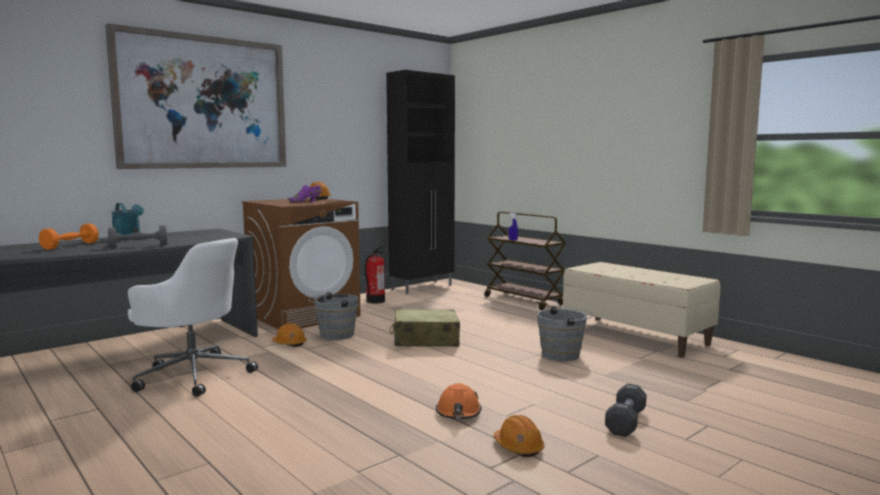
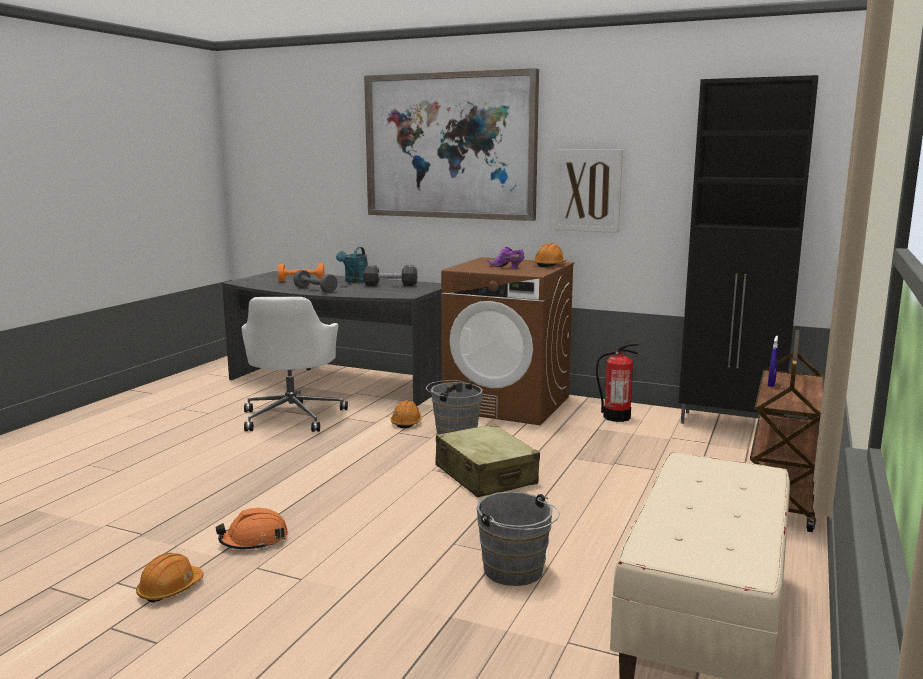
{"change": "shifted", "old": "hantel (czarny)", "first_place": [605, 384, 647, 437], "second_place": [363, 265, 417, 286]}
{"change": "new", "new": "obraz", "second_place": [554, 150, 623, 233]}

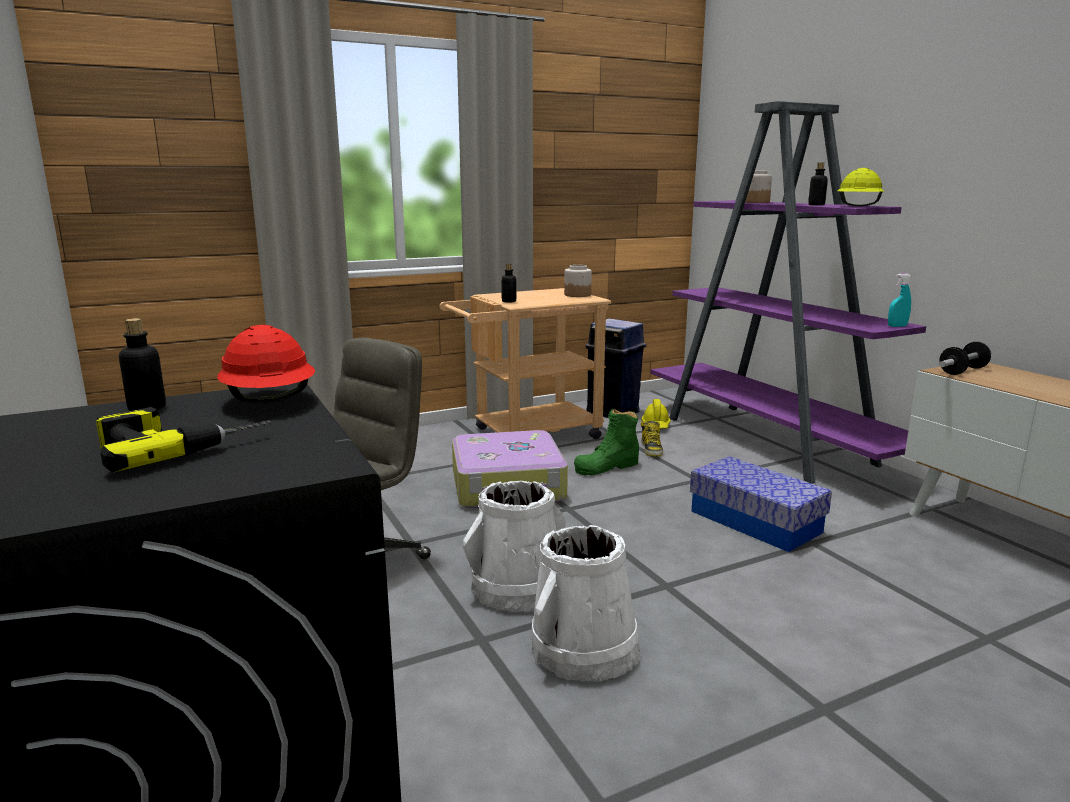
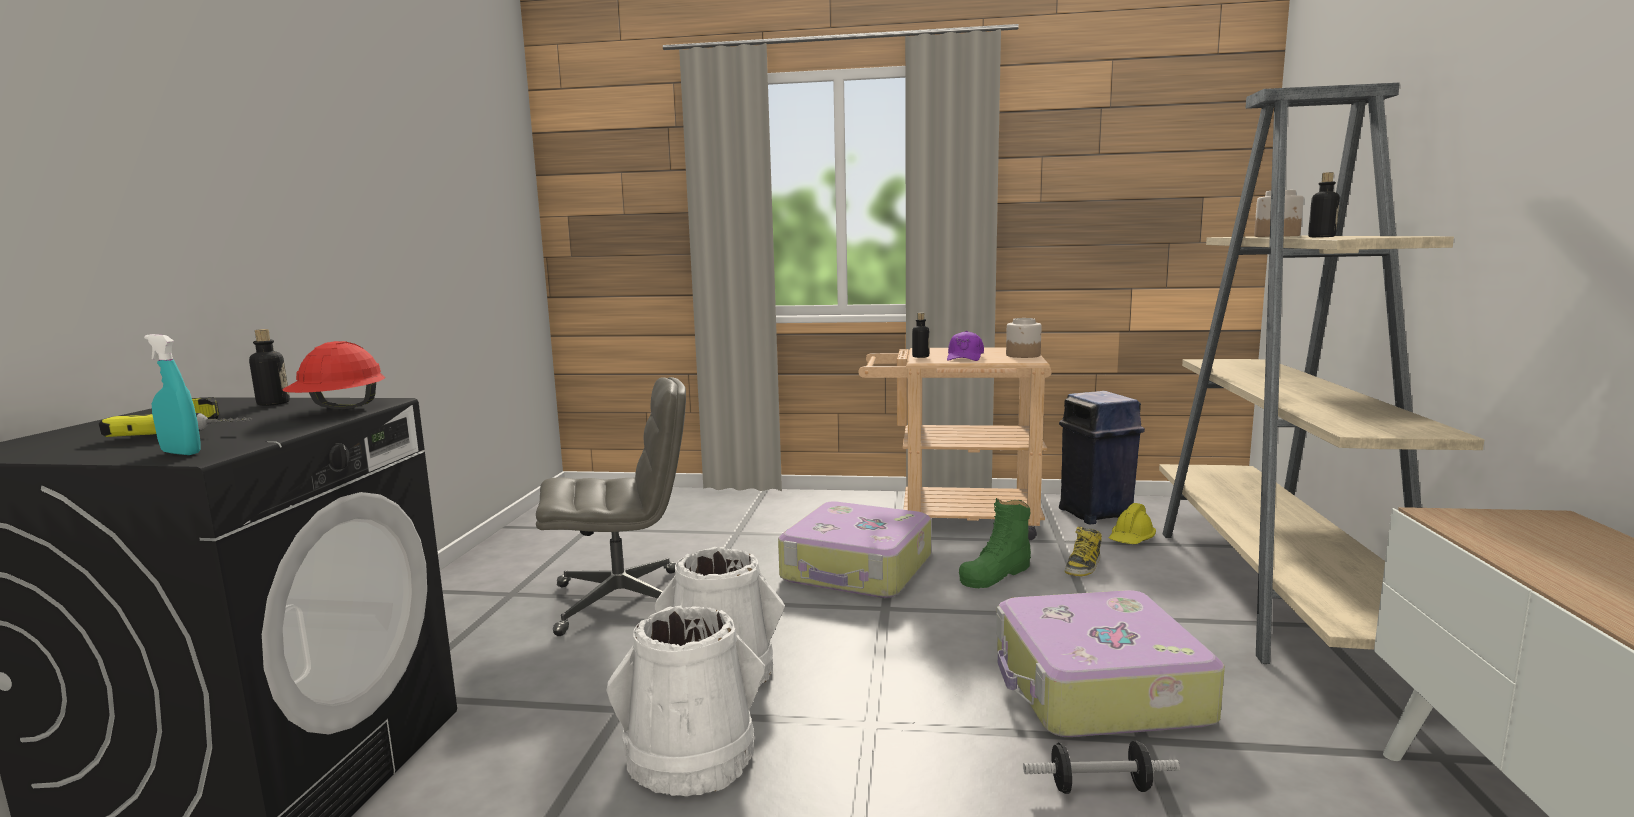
{"change": "shifted", "old": "spryskiwacz (turkusowy)", "first_place": [888, 274, 912, 327], "second_place": [144, 334, 201, 455]}
{"change": "new", "new": "czapka z daszkiem (fioletowy)", "second_place": [947, 331, 984, 361]}
{"change": "rotated", "old": "but z cholewką (zielony)", "first_place": [574, 409, 639, 475], "second_place": [959, 498, 1031, 588], "degrees": -45}
{"change": "swapped", "old": "pojemnik do przechowywania", "new": "walizka", "first_place": [690, 456, 832, 552], "second_place": [996, 590, 1225, 737]}
{"change": "shifted", "old": "hantel", "first_place": [939, 342, 991, 375], "second_place": [1023, 741, 1180, 794]}
{"change": "repainted", "old": "regał (fioletowy)", "new": "regał (beżowy)", "first_place": [651, 101, 926, 484], "second_place": [1159, 83, 1484, 664]}
{"change": "gone", "old": "kask (żółty)", "first_place": [837, 168, 884, 206]}

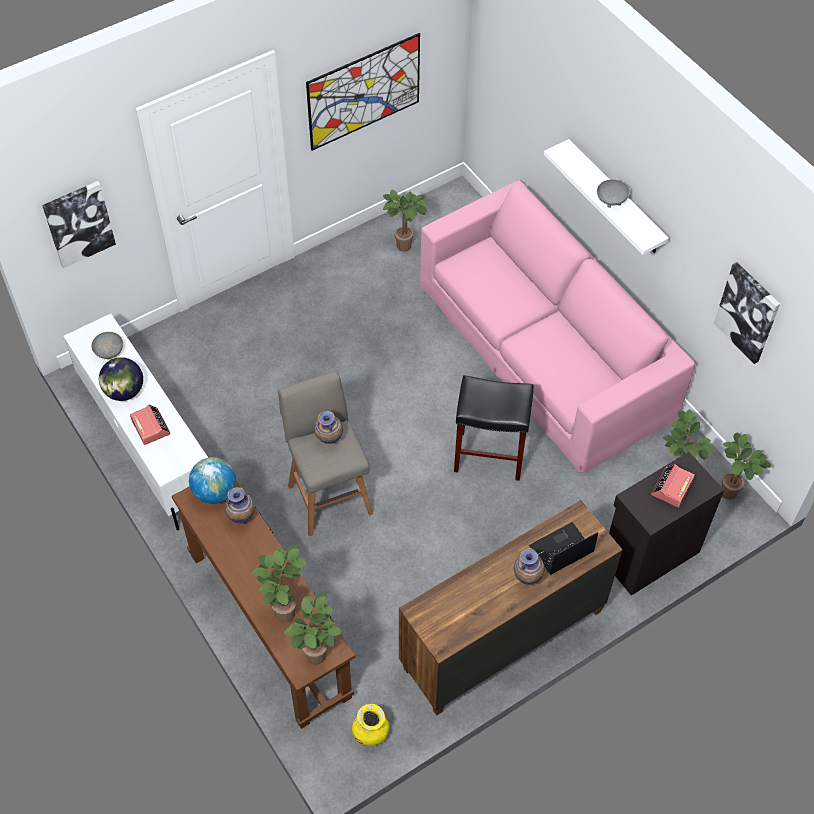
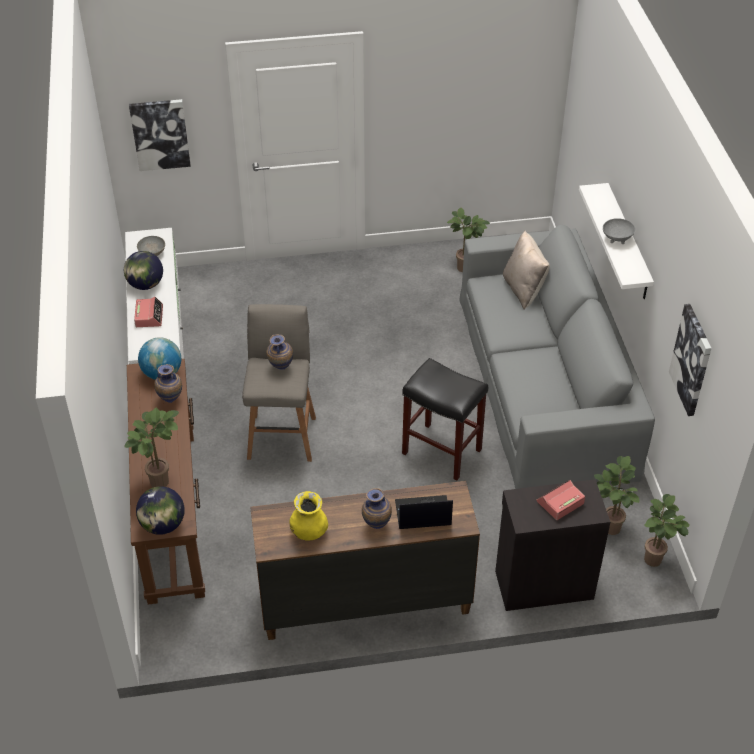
{"change": "swapped", "old": "roślina doniczkowa", "new": "globus", "first_place": [284, 592, 341, 665], "second_place": [136, 486, 185, 535]}
{"change": "shifted", "old": "wazon (żółty)", "first_place": [352, 704, 390, 746], "second_place": [289, 491, 328, 541]}
{"change": "repainted", "old": "kanapa (różowy)", "new": "kanapa (szary)", "first_place": [419, 180, 695, 473], "second_place": [459, 225, 655, 489]}
{"change": "new", "new": "poduszka (beżowy)", "second_place": [503, 231, 550, 310]}
{"change": "gone", "old": "obraz", "first_place": [306, 33, 420, 151]}

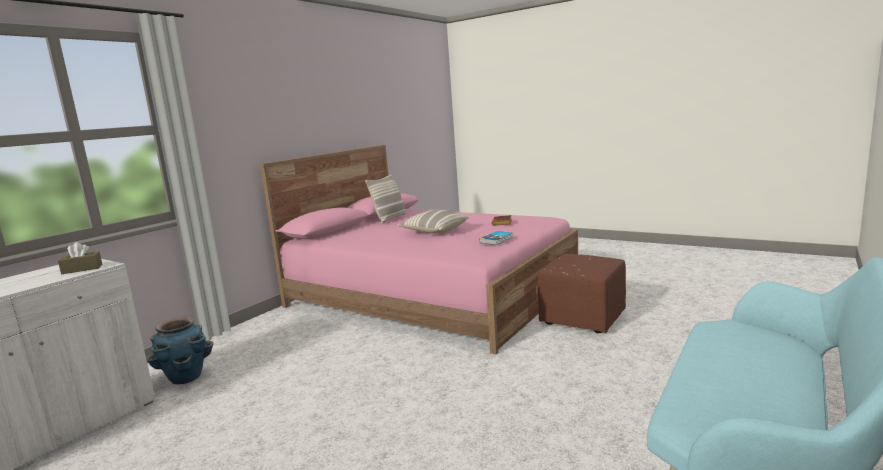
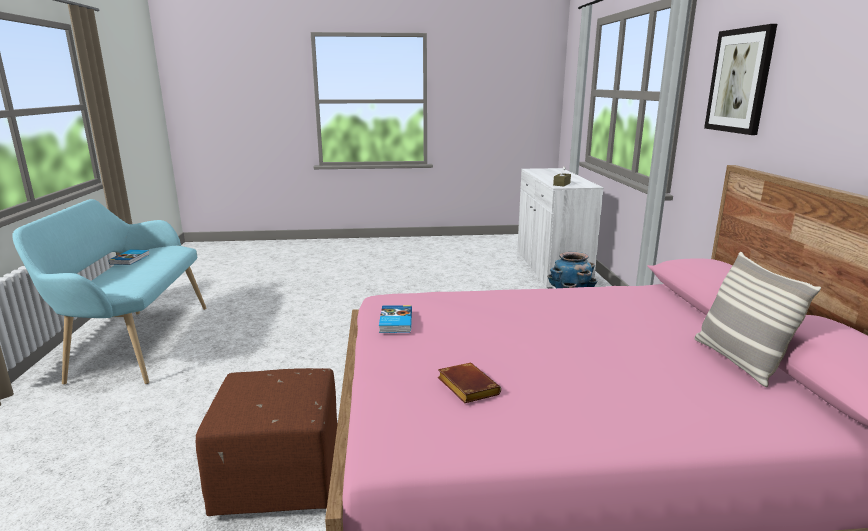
{"change": "new", "new": "książka", "second_place": [109, 249, 150, 265]}
{"change": "new", "new": "obraz", "second_place": [704, 24, 777, 135]}
{"change": "gone", "old": "poduszka", "first_place": [398, 210, 468, 234]}

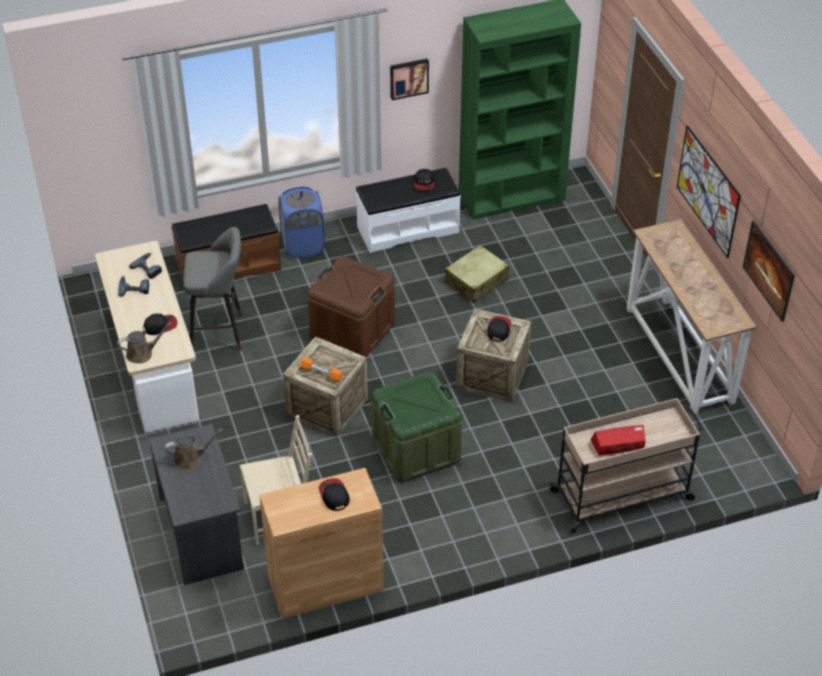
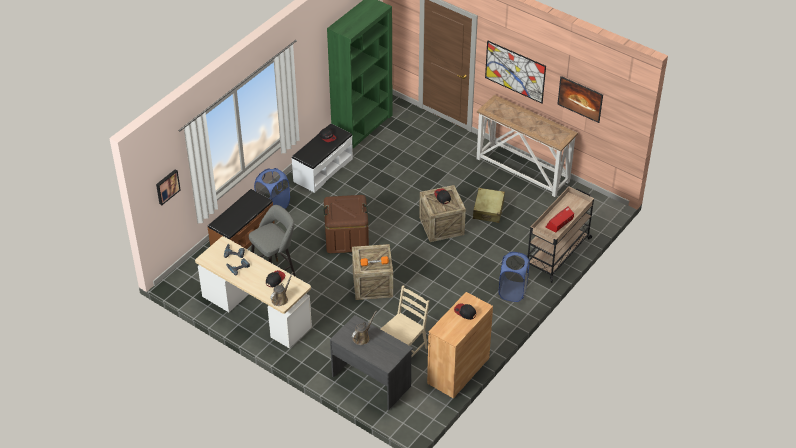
{"change": "shifted", "old": "obraz", "first_place": [390, 59, 429, 100], "second_place": [156, 169, 181, 205]}
{"change": "shifted", "old": "walizka (beżowy)", "first_place": [445, 245, 509, 303], "second_place": [473, 188, 505, 223]}
{"change": "new", "new": "kosz na pranie (niebieski)", "second_place": [499, 252, 530, 302]}
{"change": "gone", "old": "pojemnik do przechowywania (zielony)", "first_place": [371, 372, 462, 482]}

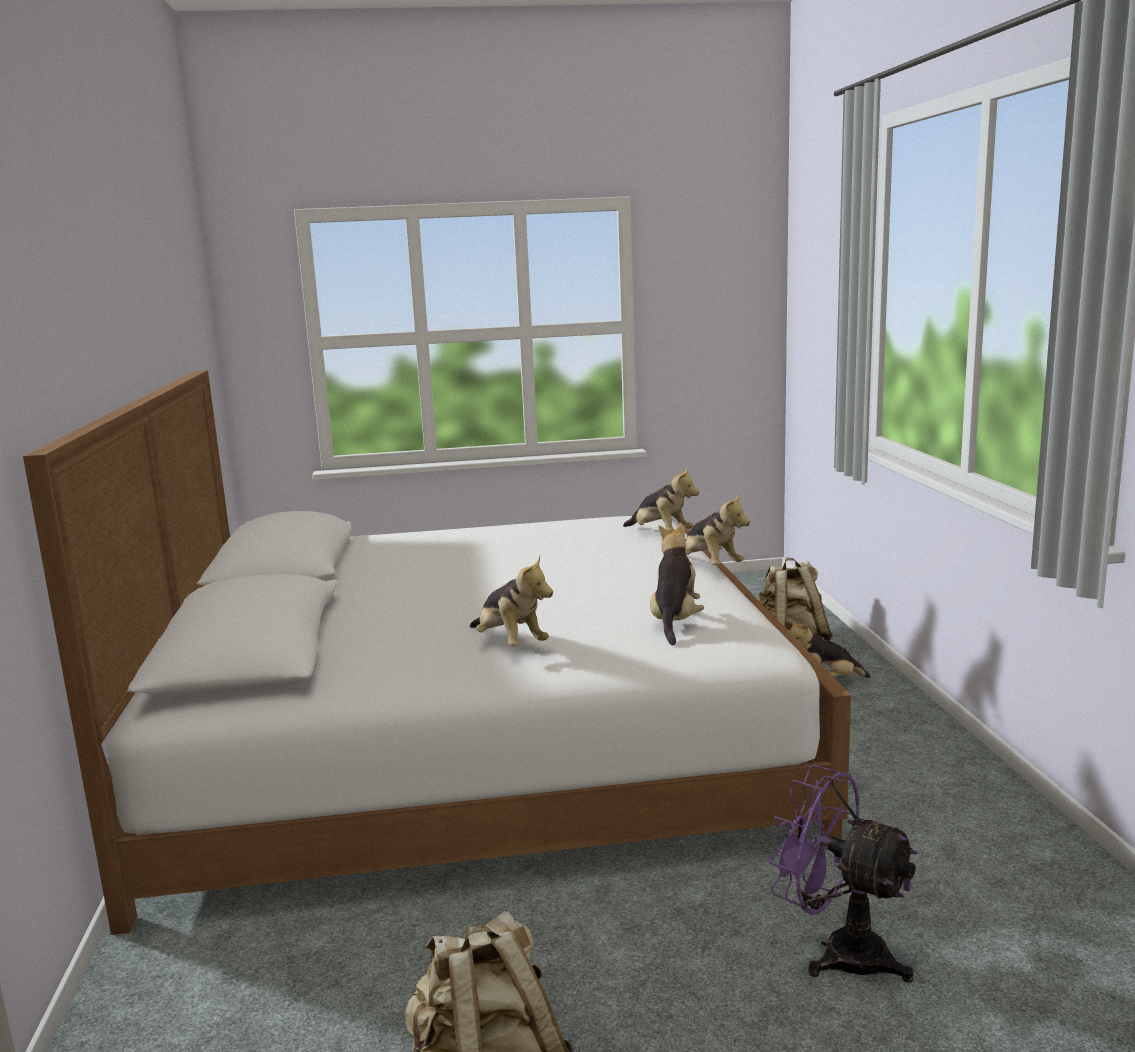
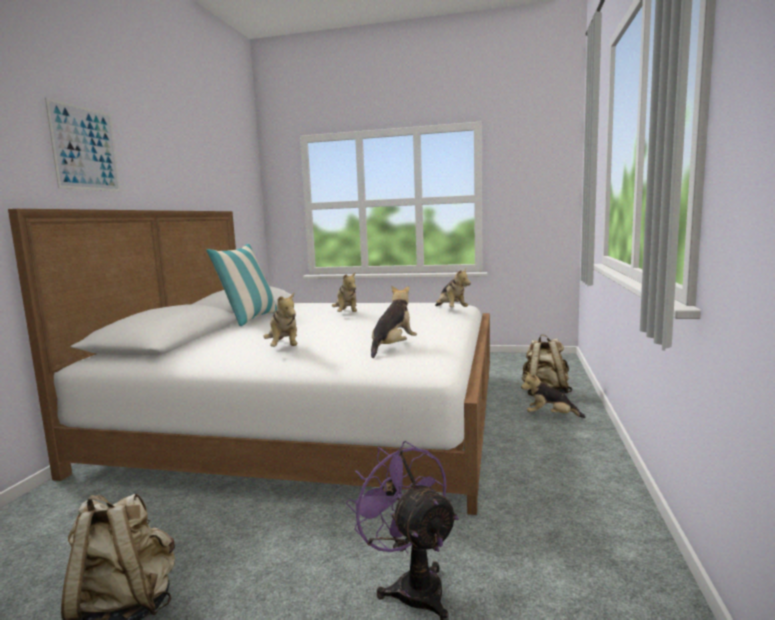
{"change": "new", "new": "obraz", "second_place": [45, 97, 121, 192]}
{"change": "new", "new": "poduszka", "second_place": [206, 244, 277, 326]}
{"change": "shifted", "old": "pluszak", "first_place": [685, 494, 750, 565], "second_place": [332, 272, 357, 312]}

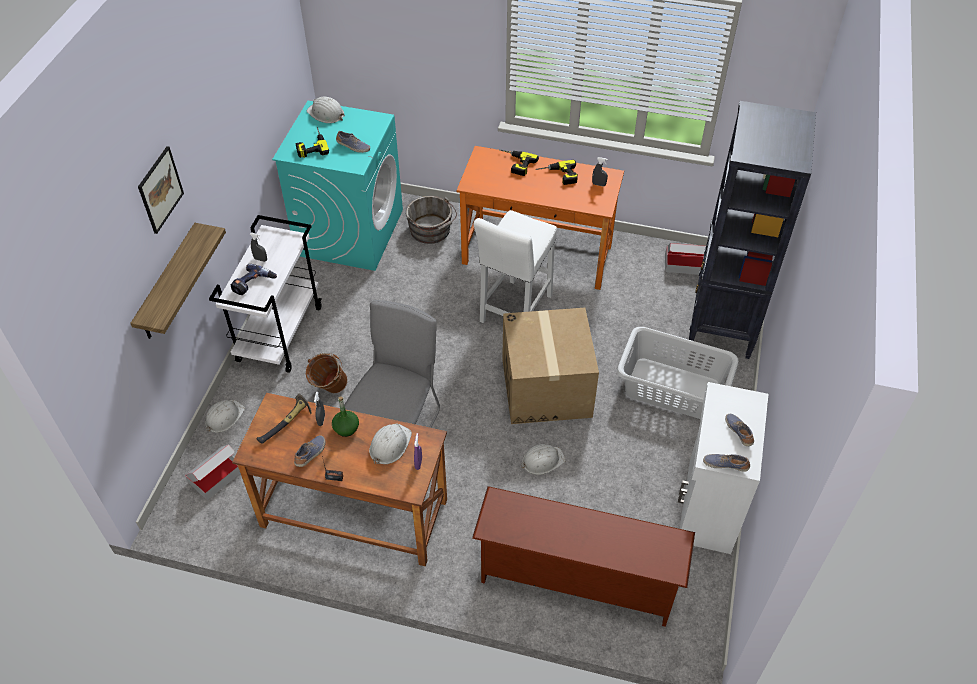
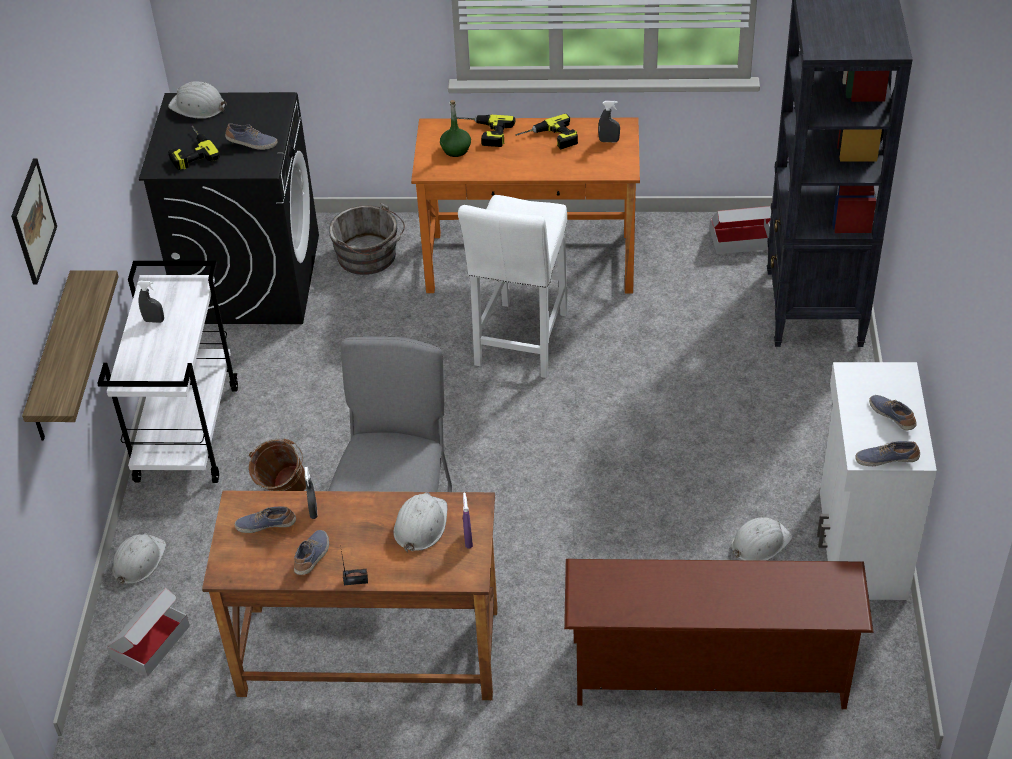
{"change": "repainted", "old": "pralka (turkusowy)", "new": "pralka (czarny)", "first_place": [272, 101, 403, 271], "second_place": [139, 92, 319, 324]}
{"change": "swapped", "old": "młotek", "new": "but", "first_place": [256, 393, 312, 443], "second_place": [235, 506, 296, 533]}
{"change": "shifted", "old": "butelka (zielony)", "first_place": [332, 396, 359, 437], "second_place": [440, 100, 471, 157]}
{"change": "shifted", "old": "kask (biały)", "first_place": [521, 444, 566, 475], "second_place": [732, 517, 792, 561]}
{"change": "gone", "old": "wiertarka", "first_place": [231, 264, 277, 295]}
{"change": "gone", "old": "karton", "first_place": [502, 308, 599, 424]}
{"change": "gone", "old": "kosz na pranie (szary)", "first_place": [617, 327, 739, 419]}

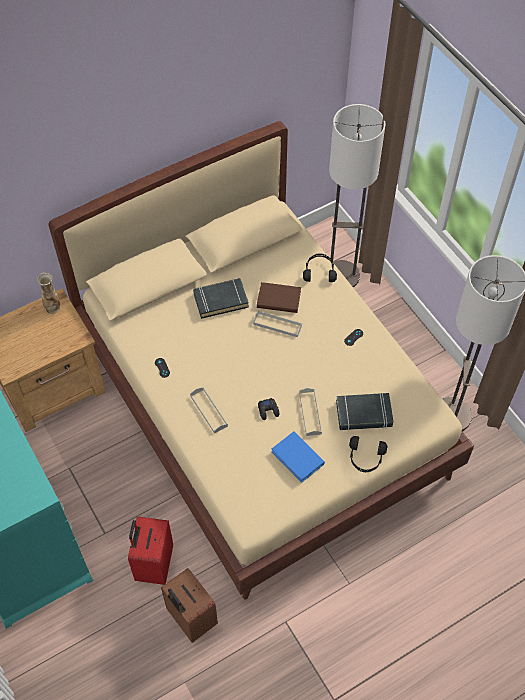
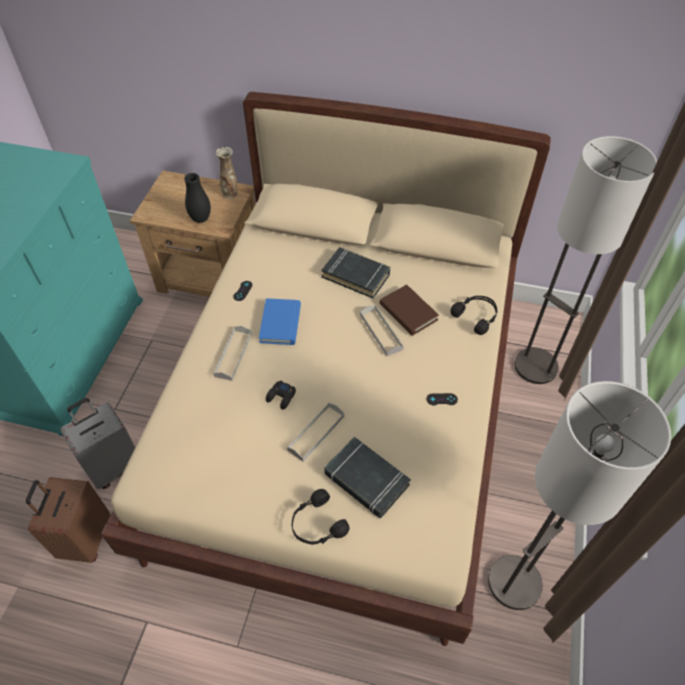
{"change": "repainted", "old": "walizka (czerwony)", "new": "walizka (szary)", "first_place": [128, 516, 173, 585], "second_place": [60, 398, 135, 489]}
{"change": "new", "new": "wazon (czarny)", "second_place": [184, 173, 211, 223]}
{"change": "shifted", "old": "książka (niebieski)", "first_place": [272, 431, 325, 483], "second_place": [259, 298, 301, 345]}

